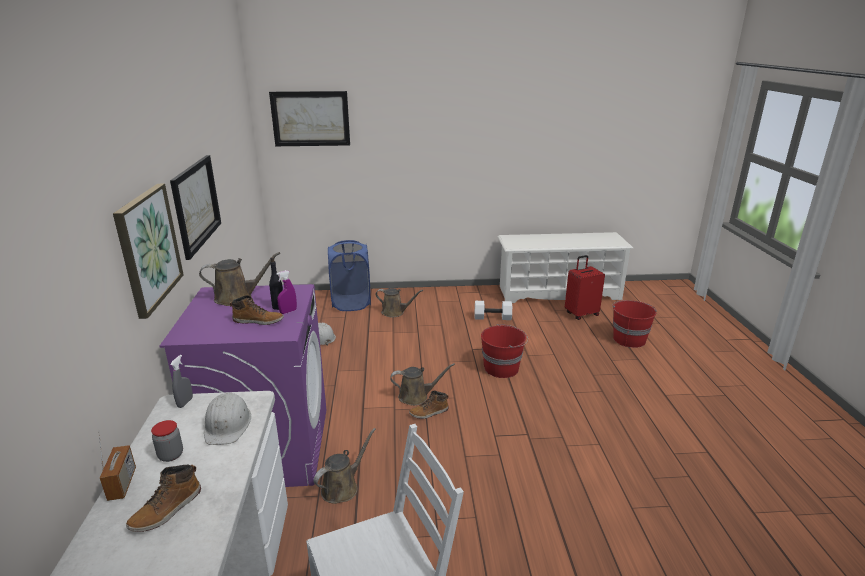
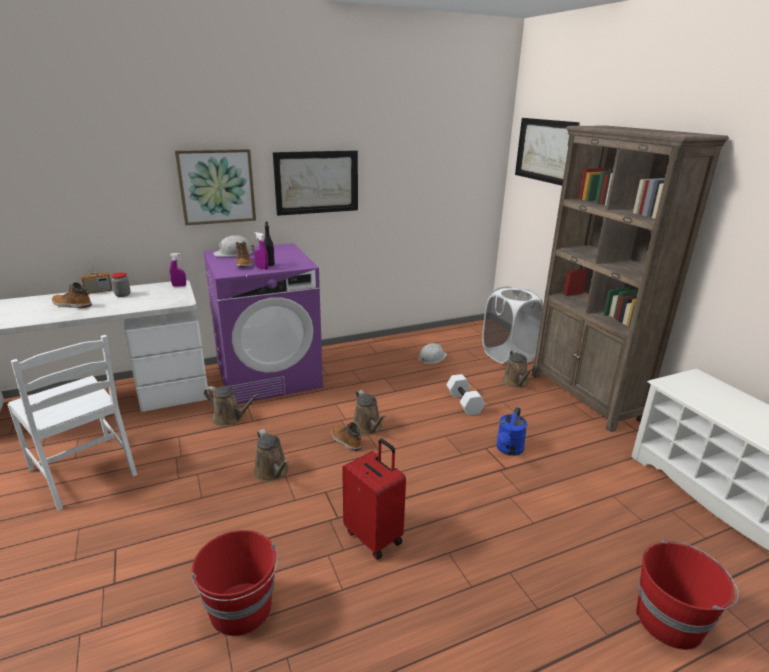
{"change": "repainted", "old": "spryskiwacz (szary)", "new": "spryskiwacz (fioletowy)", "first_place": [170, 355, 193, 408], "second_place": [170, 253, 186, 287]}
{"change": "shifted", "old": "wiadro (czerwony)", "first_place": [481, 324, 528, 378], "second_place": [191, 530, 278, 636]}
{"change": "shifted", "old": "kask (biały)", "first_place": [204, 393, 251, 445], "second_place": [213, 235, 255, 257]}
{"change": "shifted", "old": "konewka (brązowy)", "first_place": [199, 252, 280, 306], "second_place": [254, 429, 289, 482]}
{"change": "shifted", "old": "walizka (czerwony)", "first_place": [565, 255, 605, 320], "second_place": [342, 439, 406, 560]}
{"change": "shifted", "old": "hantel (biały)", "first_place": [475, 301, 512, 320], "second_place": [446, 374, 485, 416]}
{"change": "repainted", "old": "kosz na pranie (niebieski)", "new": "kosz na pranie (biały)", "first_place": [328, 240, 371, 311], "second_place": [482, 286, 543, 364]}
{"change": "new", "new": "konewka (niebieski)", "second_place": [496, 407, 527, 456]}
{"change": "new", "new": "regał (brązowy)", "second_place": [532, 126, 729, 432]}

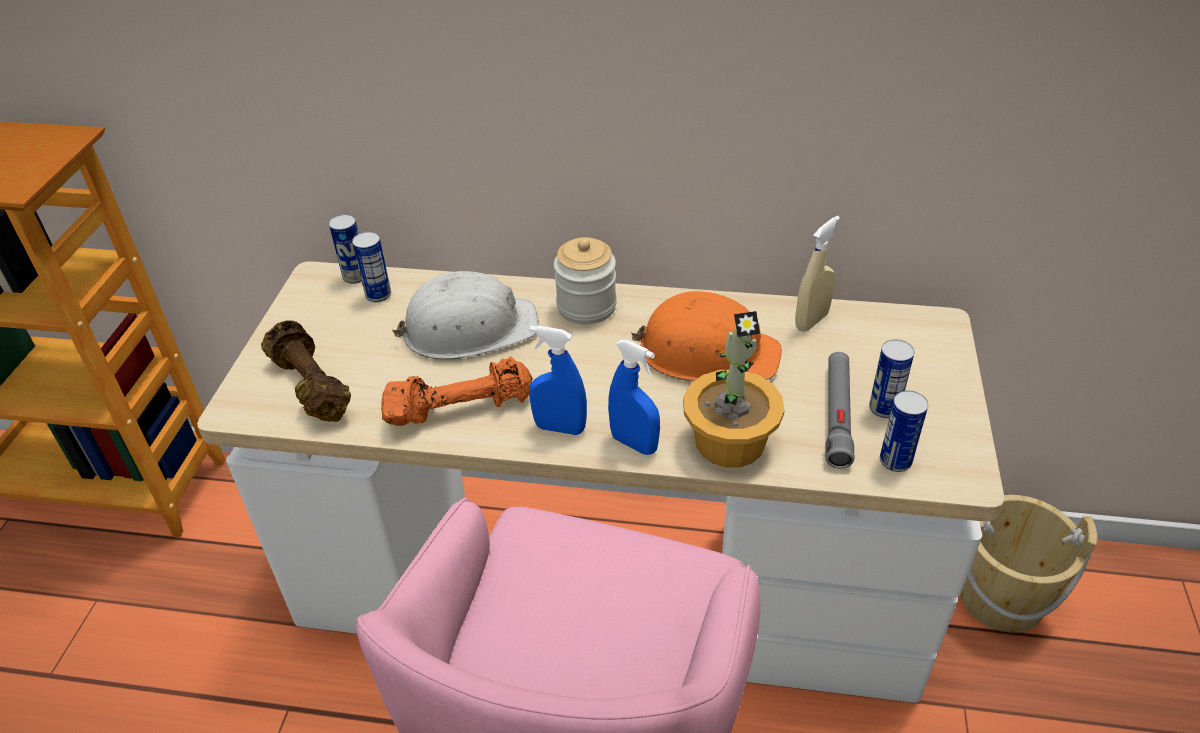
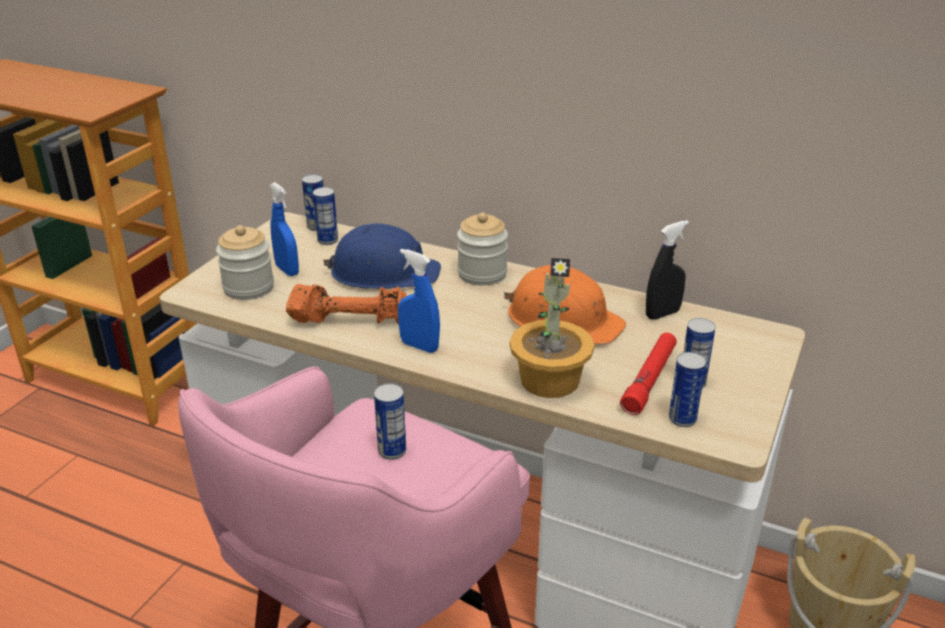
{"change": "swapped", "old": "hantel (brązowy)", "new": "słoik", "first_place": [261, 321, 351, 422], "second_place": [216, 225, 274, 300]}
{"change": "shifted", "old": "spryskiwacz (niebieski)", "first_place": [608, 339, 660, 455], "second_place": [270, 182, 299, 276]}
{"change": "repainted", "old": "kask (biały)", "new": "kask (niebieski)", "first_place": [393, 271, 539, 359], "second_place": [323, 224, 441, 289]}
{"change": "new", "new": "puszka", "second_place": [374, 383, 406, 460]}
{"change": "repainted", "old": "latarka (szary)", "new": "latarka (czerwony)", "first_place": [826, 352, 854, 469], "second_place": [620, 333, 677, 415]}
{"change": "repainted", "old": "spryskiwacz (beżowy)", "new": "spryskiwacz (czarny)", "first_place": [795, 215, 840, 332], "second_place": [646, 220, 689, 319]}

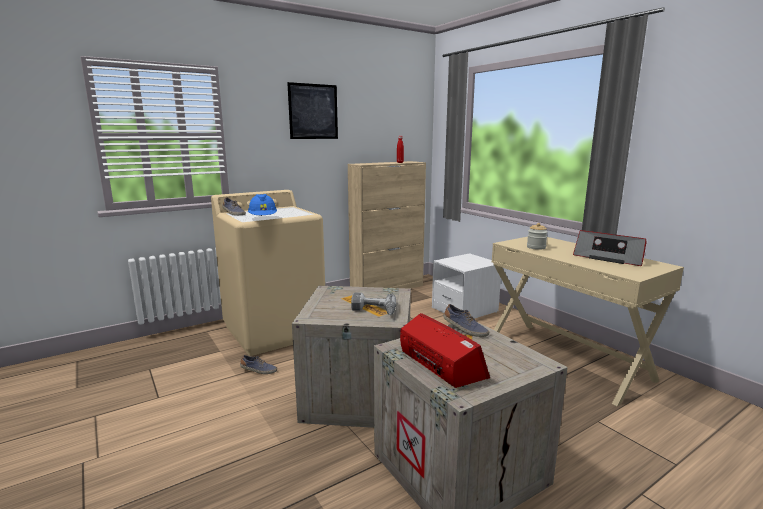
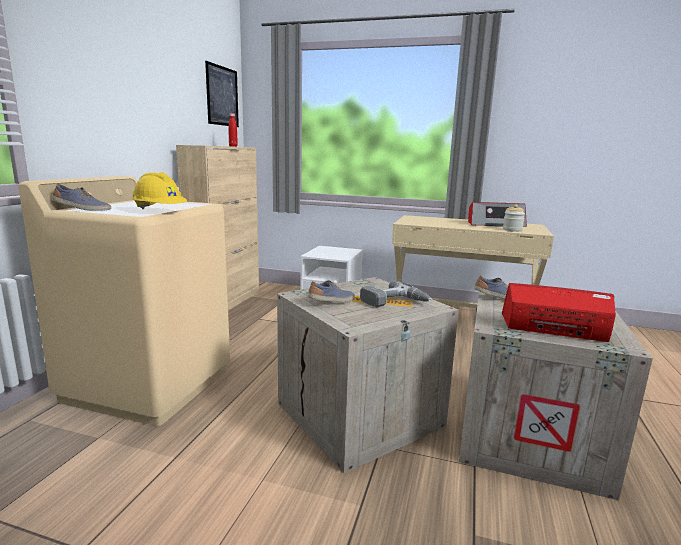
{"change": "repainted", "old": "kask (niebieski)", "new": "kask (żółty)", "first_place": [248, 194, 277, 216], "second_place": [132, 172, 187, 209]}
{"change": "shifted", "old": "obraz", "first_place": [287, 82, 338, 139], "second_place": [205, 61, 239, 127]}
{"change": "shifted", "old": "but", "first_place": [240, 355, 277, 374], "second_place": [308, 280, 355, 302]}
{"change": "shifted", "old": "słoik", "first_place": [527, 223, 548, 250], "second_place": [503, 204, 525, 232]}

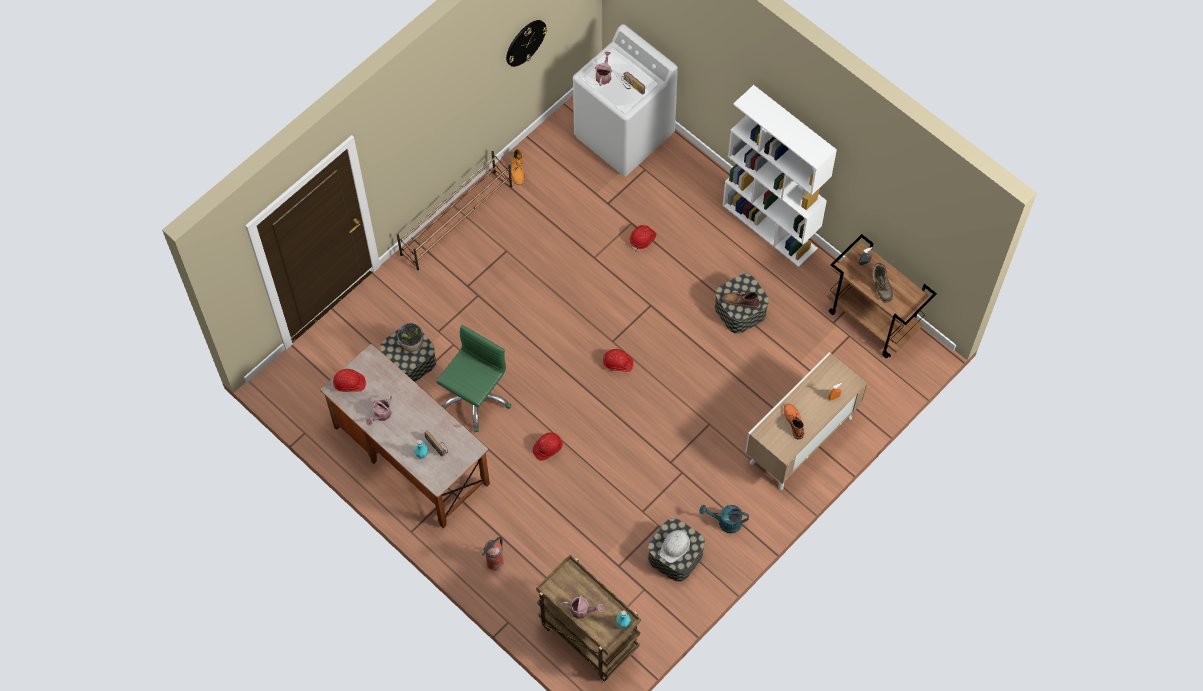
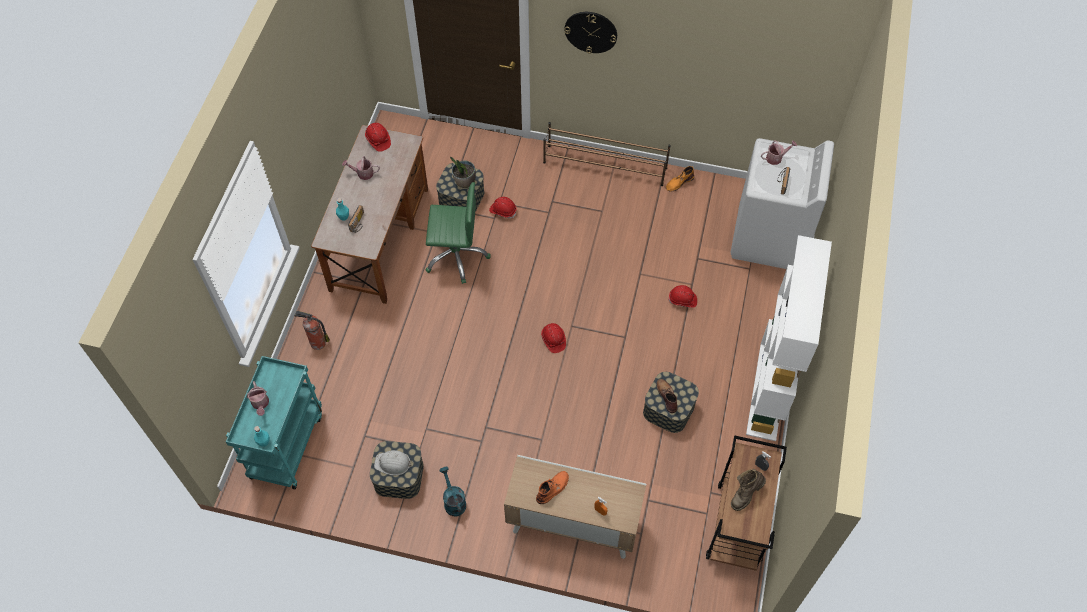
{"change": "repainted", "old": "wózek (brązowy)", "new": "wózek (turkusowy)", "first_place": [536, 555, 641, 682], "second_place": [226, 356, 322, 489]}
{"change": "shifted", "old": "kask (czerwony)", "first_place": [533, 433, 563, 461], "second_place": [489, 197, 516, 219]}
{"change": "shifted", "old": "zegar ścienny", "first_place": [506, 20, 547, 67], "second_place": [564, 12, 617, 54]}

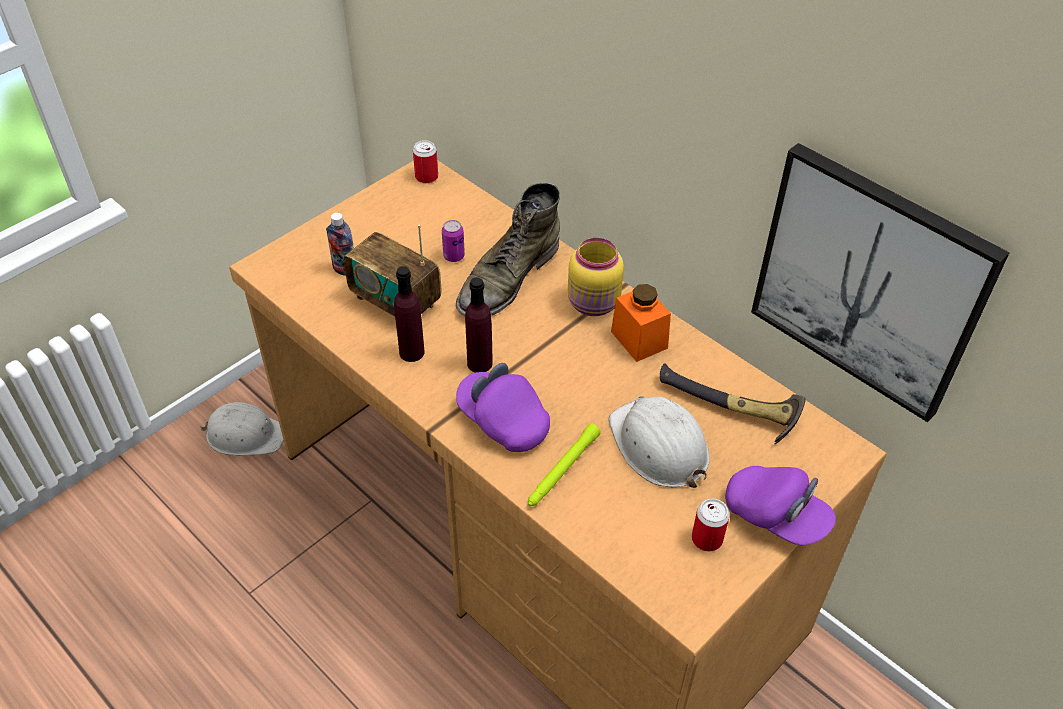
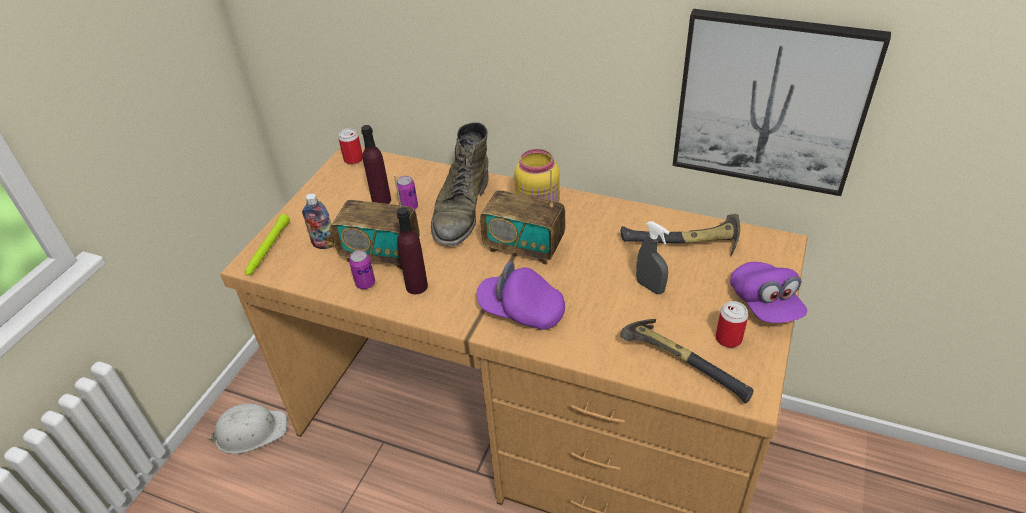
{"change": "shifted", "old": "latarka (zielony)", "first_place": [528, 424, 600, 506], "second_place": [245, 214, 290, 276]}
{"change": "new", "new": "puszka", "second_place": [349, 250, 375, 289]}
{"change": "shifted", "old": "butelka (fioletowy)", "first_place": [465, 277, 493, 373], "second_place": [361, 125, 391, 204]}
{"change": "new", "new": "radio", "second_place": [480, 169, 565, 265]}
{"change": "new", "new": "młotek", "second_place": [620, 319, 753, 403]}
{"change": "swapped", "old": "kask (biały)", "new": "spryskiwacz (szary)", "first_place": [609, 396, 710, 488], "second_place": [636, 221, 669, 294]}
{"change": "rotated", "old": "czapka z daszkiem (fioletowy)", "first_place": [725, 466, 836, 545], "second_place": [730, 262, 807, 323], "degrees": 60}
{"change": "gone", "old": "słoik (pomarańczowy)", "first_place": [611, 284, 671, 362]}

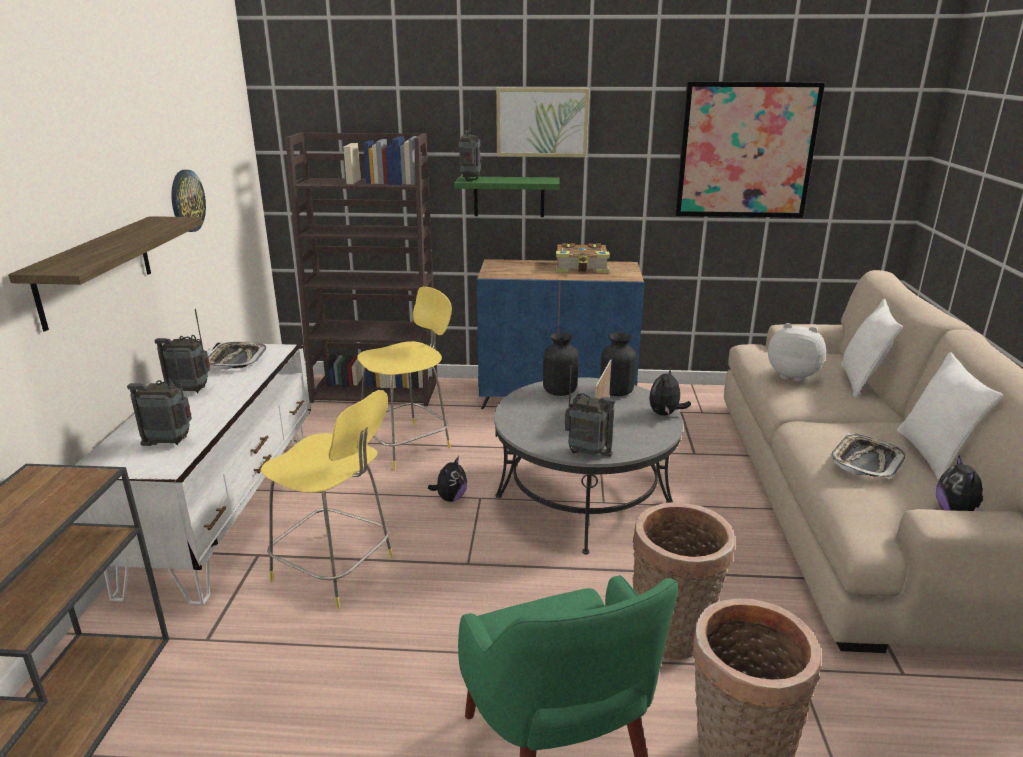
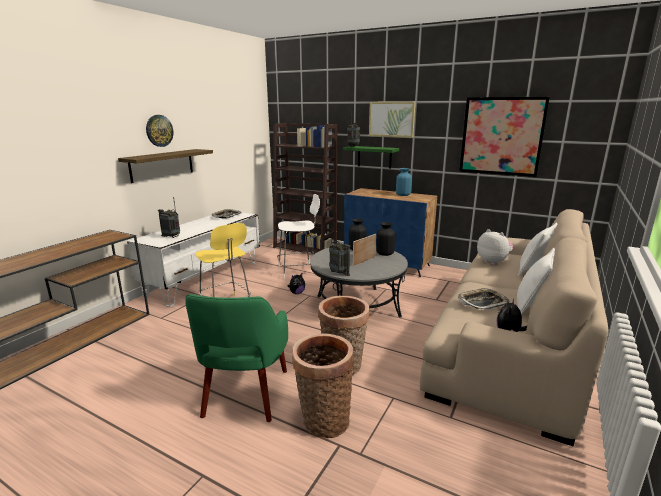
{"change": "shifted", "old": "zegar ścienny", "first_place": [171, 170, 206, 232], "second_place": [146, 115, 174, 147]}
{"change": "repainted", "old": "stołek (żółty)", "new": "stołek (biały)", "first_place": [357, 287, 452, 470], "second_place": [277, 194, 320, 278]}
{"change": "swapped", "old": "książka", "new": "wazon (niebieski)", "first_place": [556, 243, 610, 273], "second_place": [396, 168, 412, 196]}
{"change": "gone", "old": "radio", "first_place": [154, 309, 210, 393]}
{"change": "gone", "old": "pluszak", "first_place": [649, 368, 691, 416]}

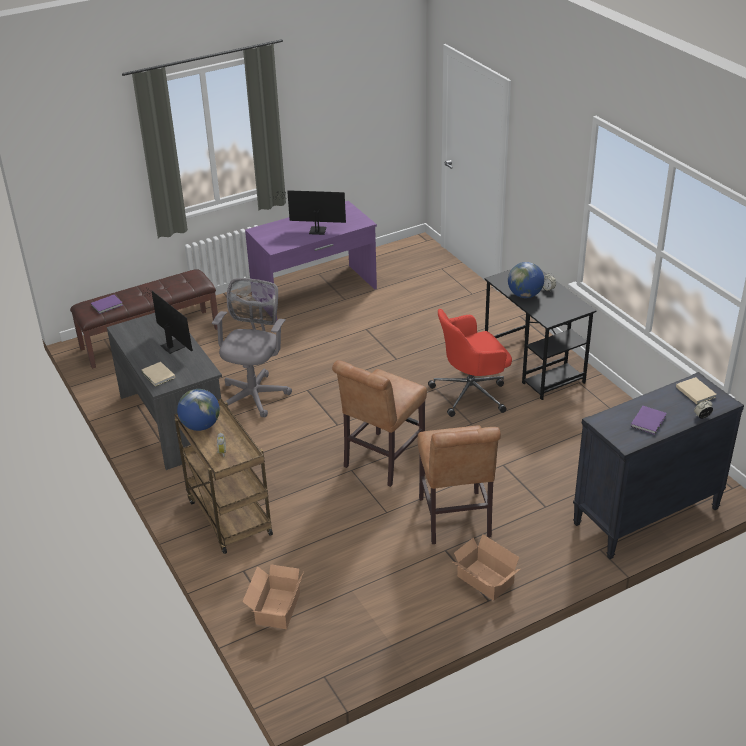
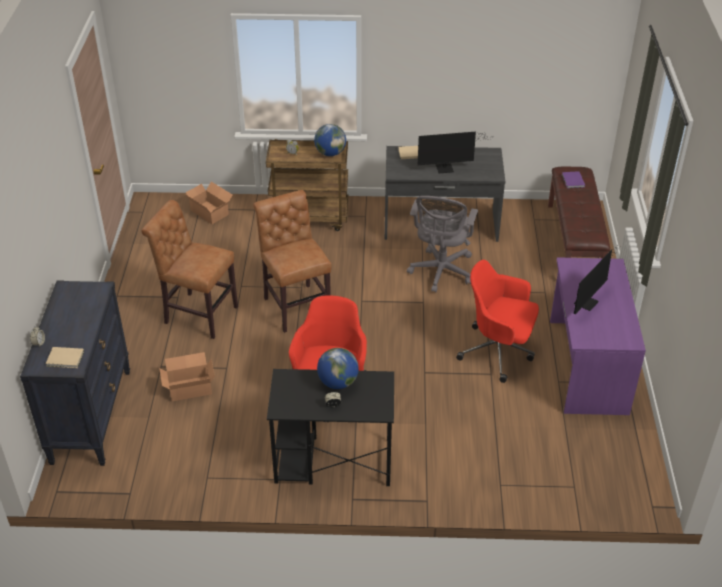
{"change": "shifted", "old": "karton", "first_place": [451, 534, 520, 601], "second_place": [159, 352, 215, 401]}
{"change": "rotated", "old": "krzesło biurowe (szary)", "first_place": [212, 278, 292, 418], "second_place": [407, 196, 478, 293], "degrees": 60}
{"change": "new", "new": "krzesło biurowe (czerwony)", "second_place": [456, 260, 539, 383]}
{"change": "gone", "old": "książka (fioletowy)", "first_place": [631, 406, 667, 435]}

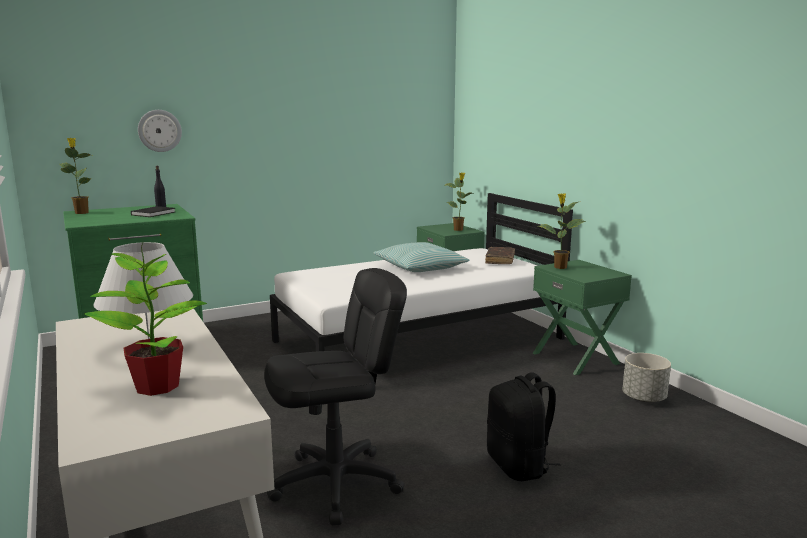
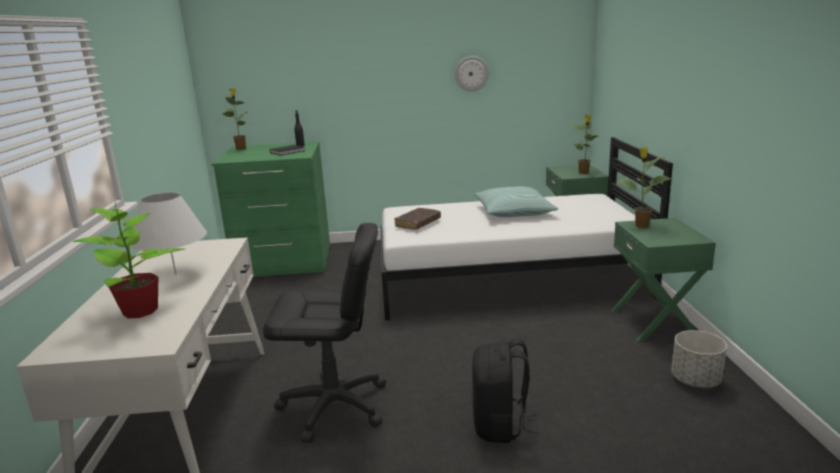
{"change": "shifted", "old": "książka (brązowy)", "first_place": [485, 247, 515, 264], "second_place": [394, 208, 441, 230]}
{"change": "shifted", "old": "zegar ścienny", "first_place": [138, 110, 182, 152], "second_place": [455, 56, 489, 92]}

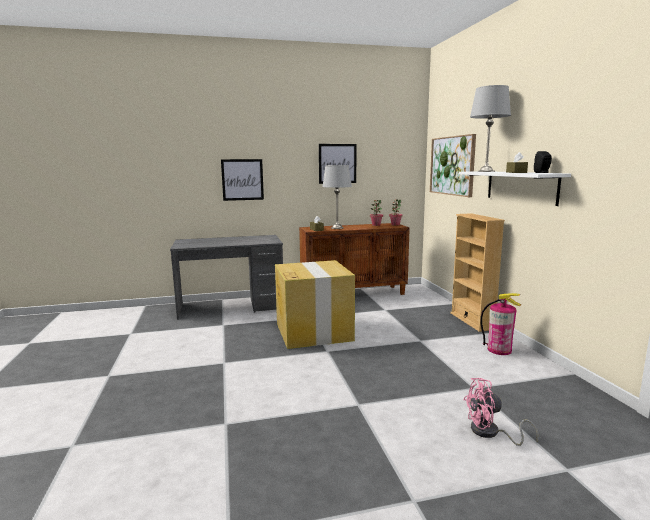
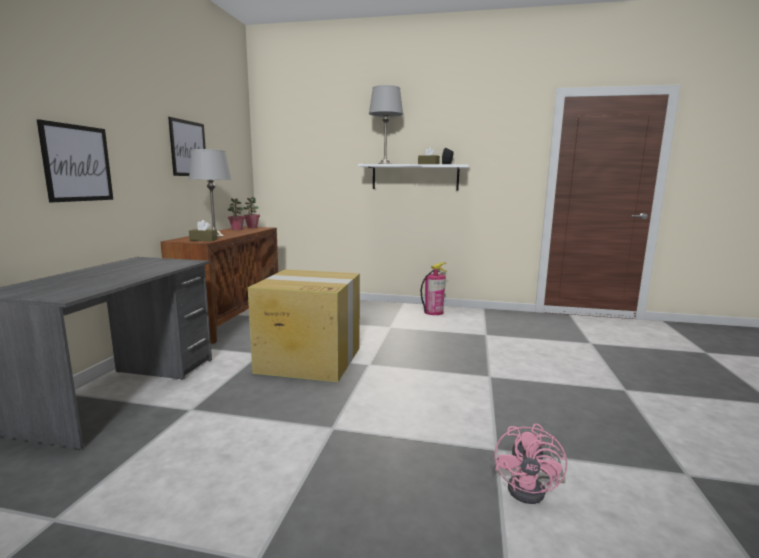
{"change": "shifted", "old": "wentylator (różowy)", "first_place": [463, 378, 539, 446], "second_place": [495, 424, 567, 504]}
{"change": "gone", "old": "obraz", "first_place": [430, 134, 476, 197]}
{"change": "gone", "old": "regał (beżowy)", "first_place": [450, 213, 505, 332]}

